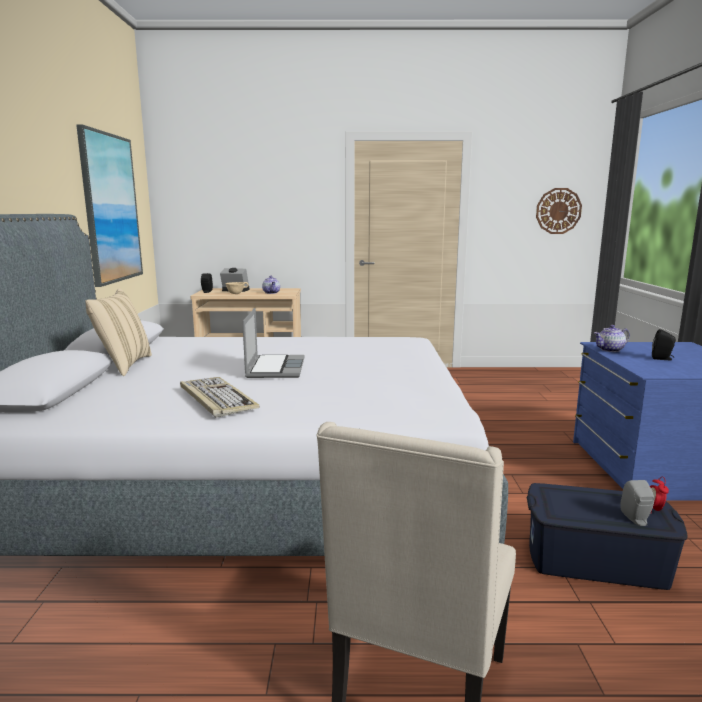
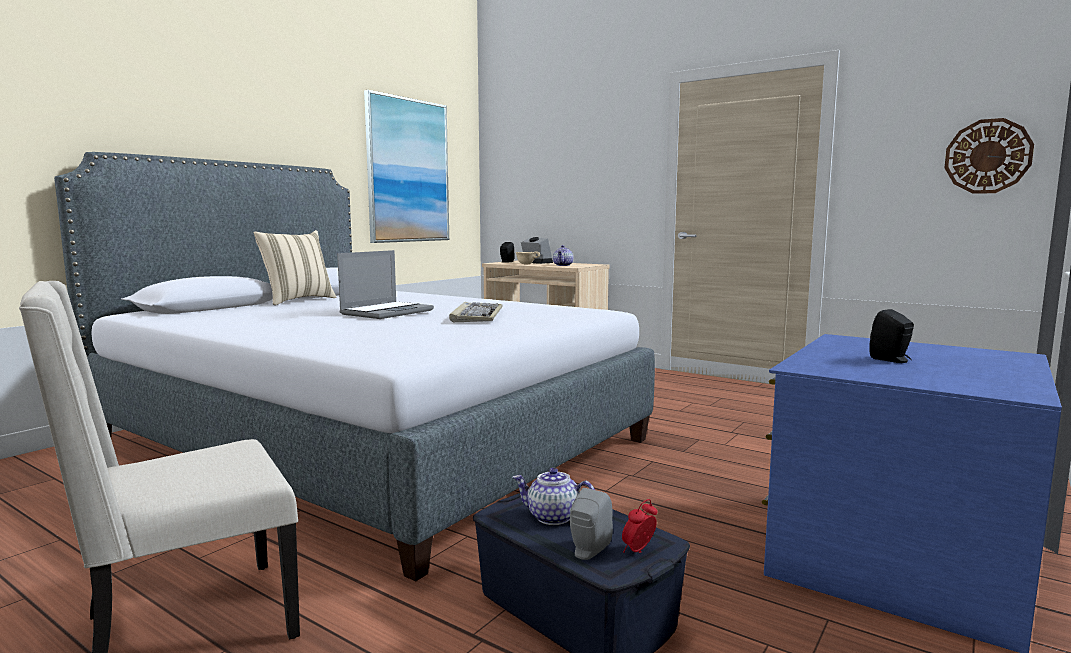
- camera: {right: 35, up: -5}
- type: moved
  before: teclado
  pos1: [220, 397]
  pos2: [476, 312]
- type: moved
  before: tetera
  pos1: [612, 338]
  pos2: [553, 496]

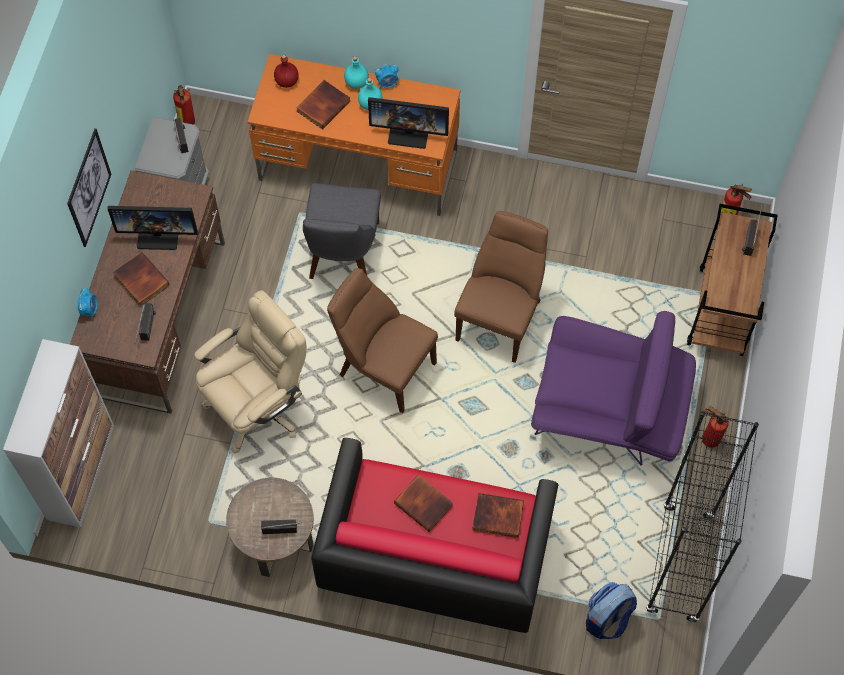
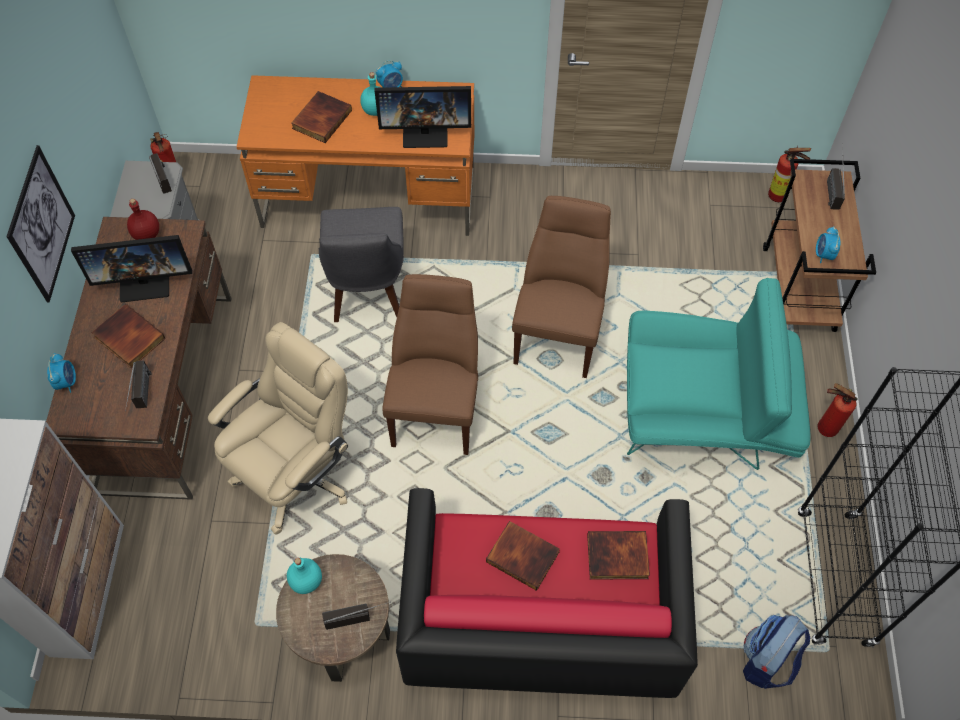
- camera: {right: -10, up: -5}
- type: added
  after: despertador
  pos2: [828, 244]
- type: moved
  before: botella/rojo
  pos1: [286, 71]
  pos2: [143, 219]
- type: moved
  before: botella/turquesa
  pos1: [356, 72]
  pos2: [304, 576]
- type: recoloured
  before: sillón/morado
  after: sillón/turquesa
  pos1: [613, 388]
  pos2: [719, 374]
- type: turned
  before: silla/marrón
  pos1: [382, 340]
  pos2: [430, 364]
  turn: 75

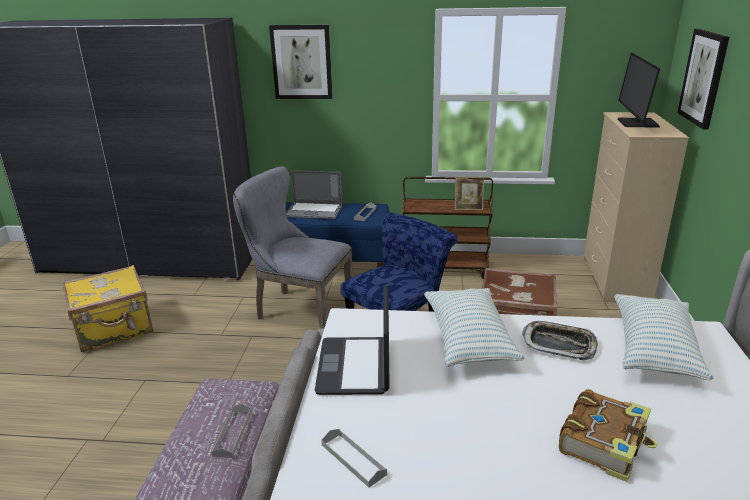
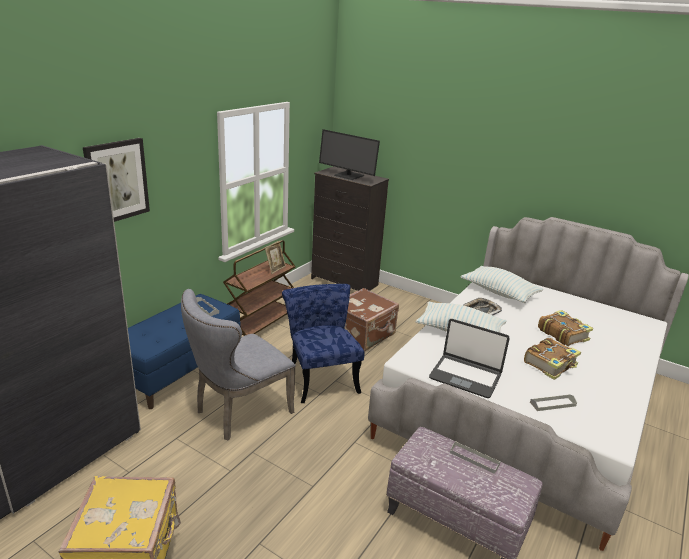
- camera: {right: -65, up: 0}
- type: removed
  before: portátil
  pos1: [314, 194]
- type: removed
  before: cuadro
  pos1: [703, 79]
- type: added
  after: libro
  pos2: [552, 359]
- type: recoloured
  before: cómoda/beis
  after: cómoda/negro
  pos1: [636, 207]
  pos2: [350, 228]

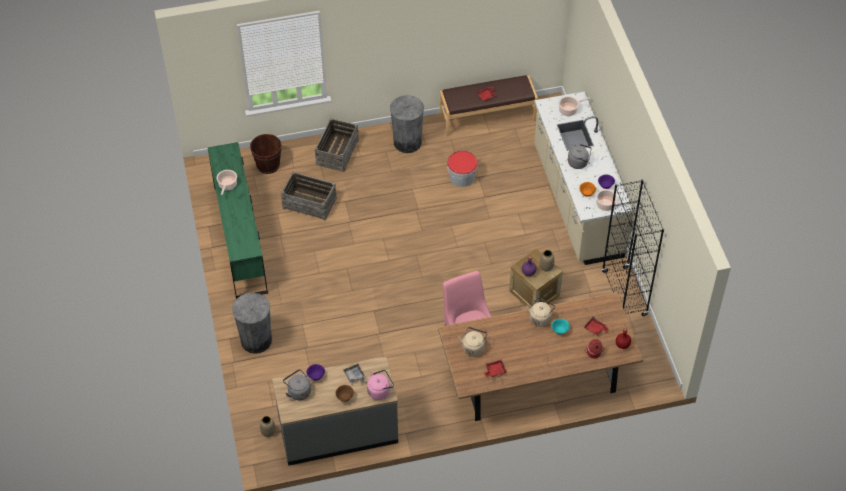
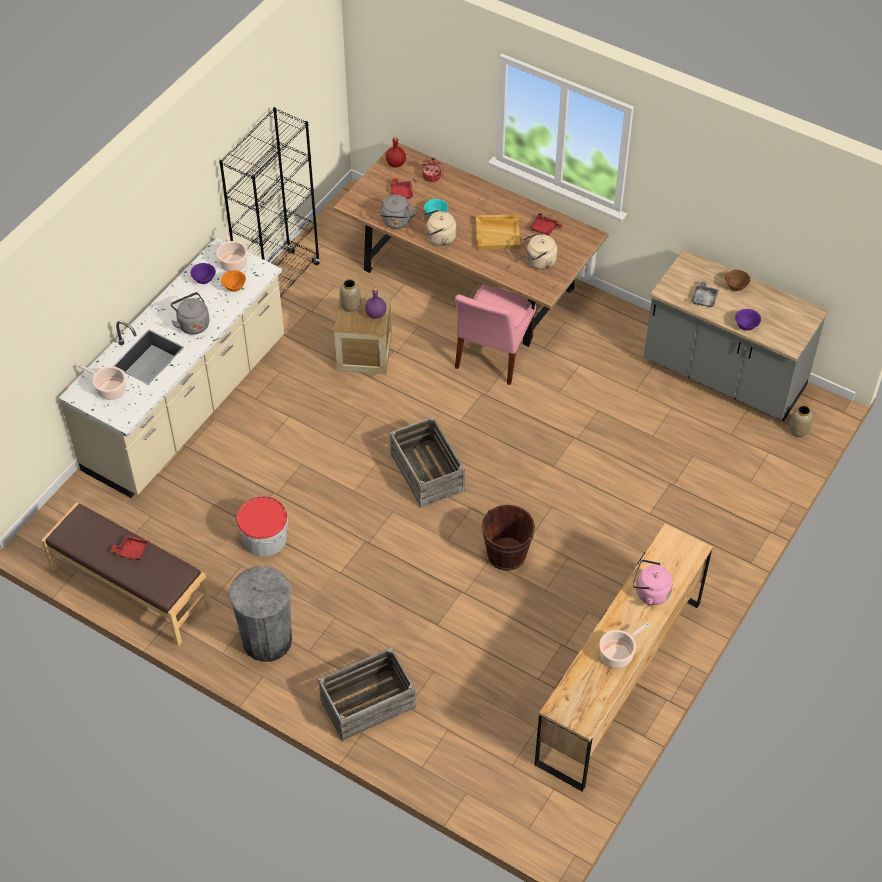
- camera: {right: -135, up: 0}
- type: removed
  before: papelera/gris
  pos1: [252, 323]
- type: added
  after: bandeja/beis
  pos2: [498, 232]
- type: moved
  before: cubo/marrón
  pos1: [266, 154]
  pos2: [508, 538]
- type: moved
  before: caja de embalaje
  pos1: [309, 196]
  pos2: [427, 462]
- type: moved
  before: hervidor/gris
  pos1: [297, 384]
  pos2: [398, 212]
- type: moved
  before: hervidor/rosa
  pos1: [380, 385]
  pos2: [653, 582]
- type: recoloured
  before: cómoda/verde
  after: cómoda/marrón
  pos1: [237, 220]
  pos2: [623, 658]

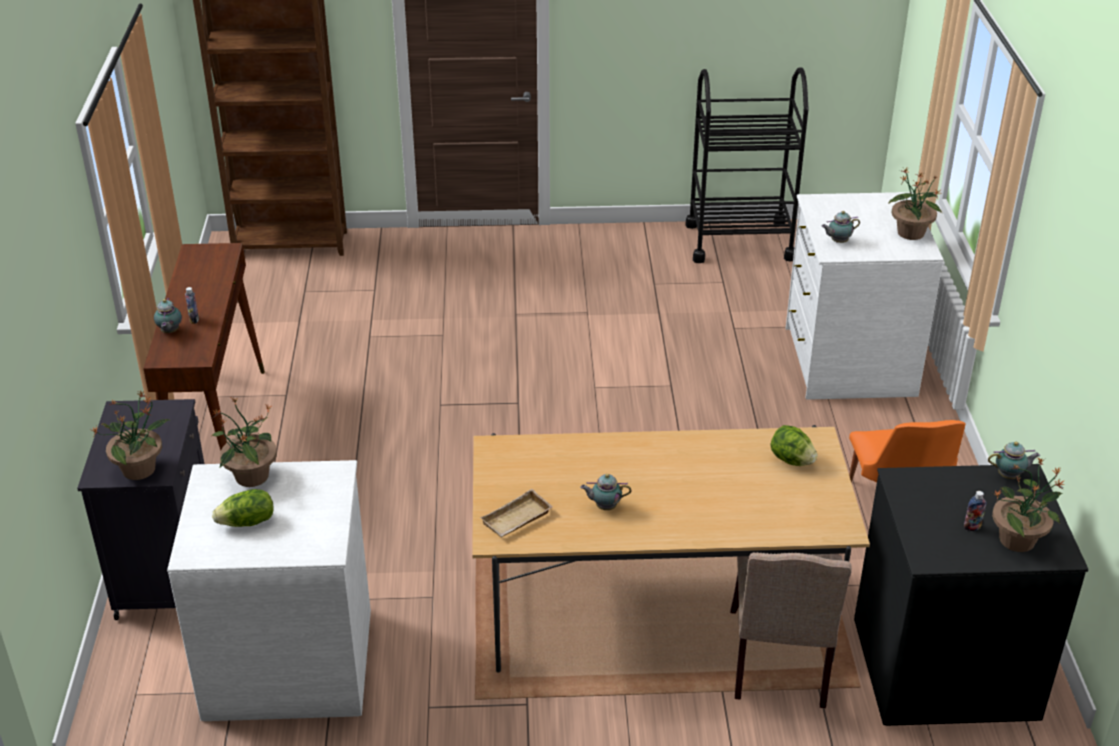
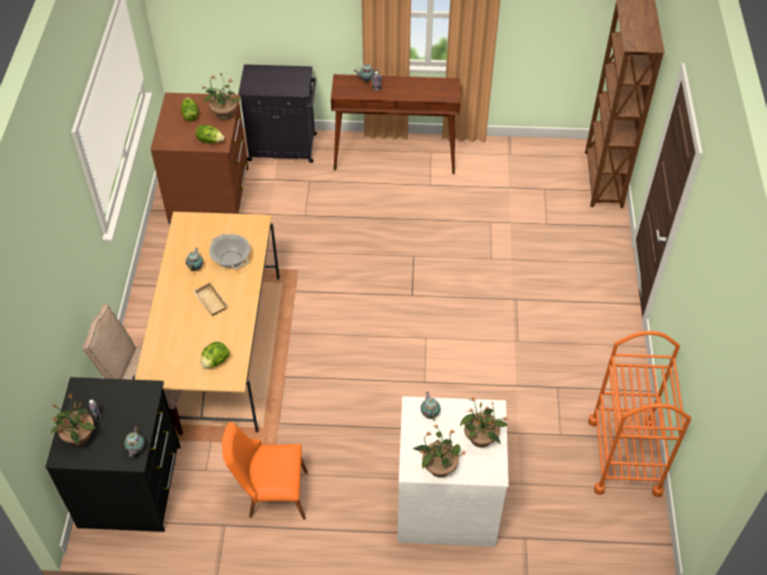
- camera: {right: 95, up: 15}
- type: added
  after: lechuga
  pos2: [210, 134]
- type: added
  after: olla
  pos2: [229, 251]
- type: moved
  before: planta en maceta
  pos1: [130, 435]
  pos2: [484, 422]
- type: moved
  before: bandeja/beis
  pos1: [516, 513]
  pos2: [210, 299]
- type: recoloured
  before: cómoda/blanco
  after: cómoda/marrón
  pos1: [269, 590]
  pos2: [199, 158]
- type: recoloured
  before: carrito/negro
  after: carrito/naranja
  pos1: [747, 165]
  pos2: [639, 414]

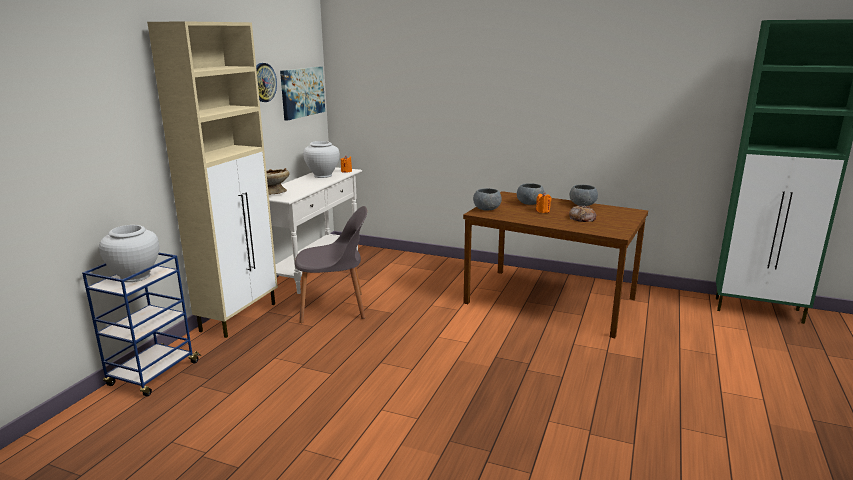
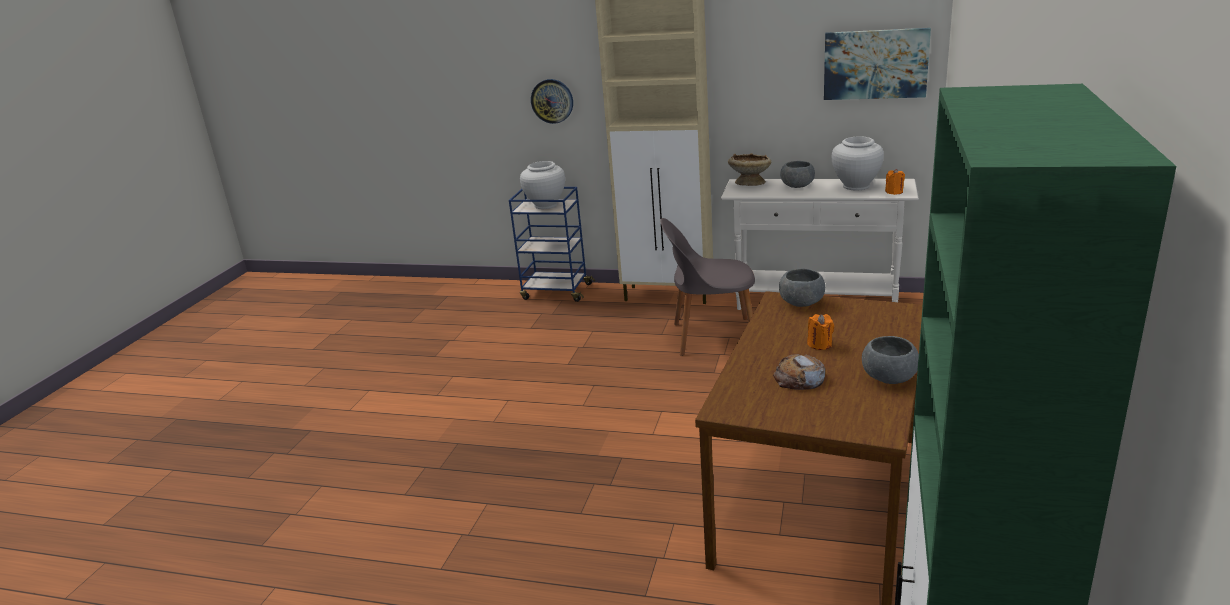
- camera: {right: 85, up: 5}
- type: moved
  before: reloj de pared
  pos1: [266, 82]
  pos2: [552, 101]
- type: moved
  before: cuenco/gris
  pos1: [531, 194]
  pos2: [797, 174]
- type: turned
  before: silla/gris
  pos1: [331, 264]
  pos2: [707, 287]
  turn: 105

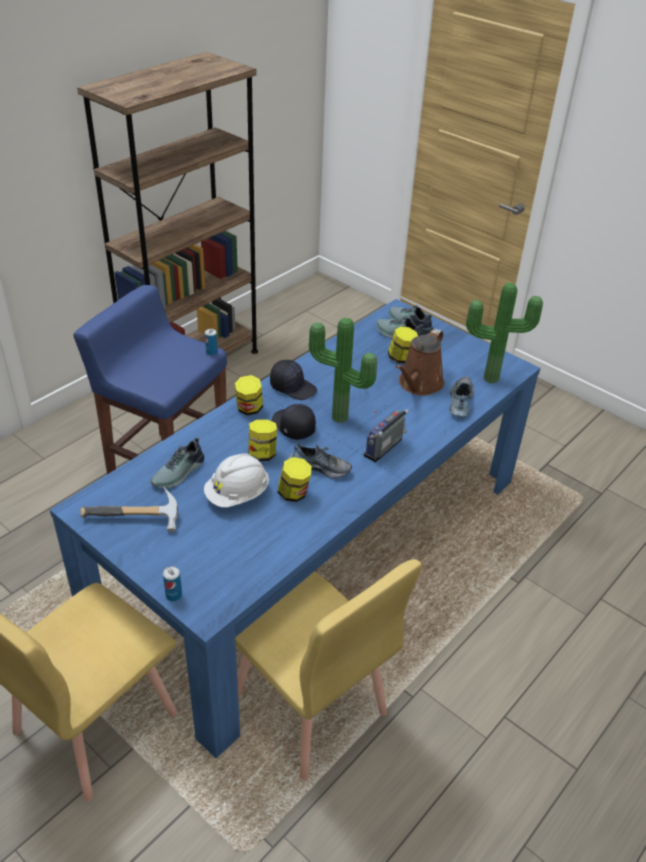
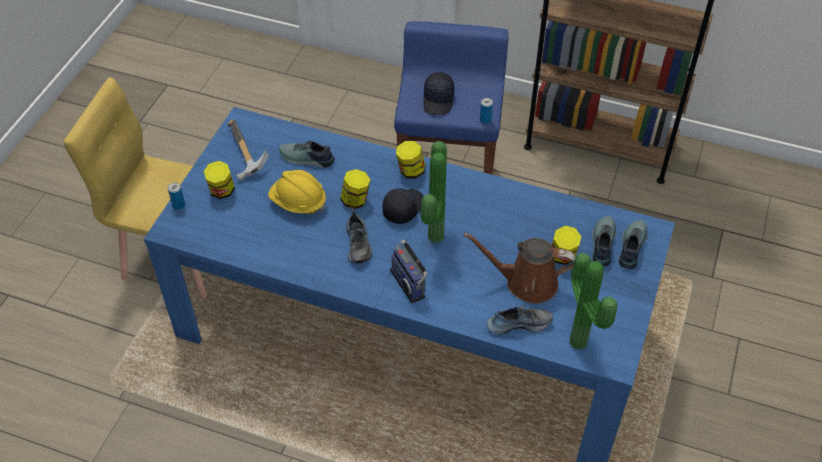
- camera: {right: 70, up: 10}
- type: removed
  before: silla/amarillo
  pos1: [328, 669]
- type: moved
  before: gorra/negro
  pos1: [293, 380]
  pos2: [438, 93]
- type: moved
  before: tarro
  pos1: [295, 479]
  pos2: [219, 180]
- type: recoloured
  before: casco/blanco
  after: casco/amarillo
  pos1: [236, 480]
  pos2: [297, 192]
- type: turned
  before: radio
  pos1: [386, 435]
  pos2: [409, 271]
  turn: -135

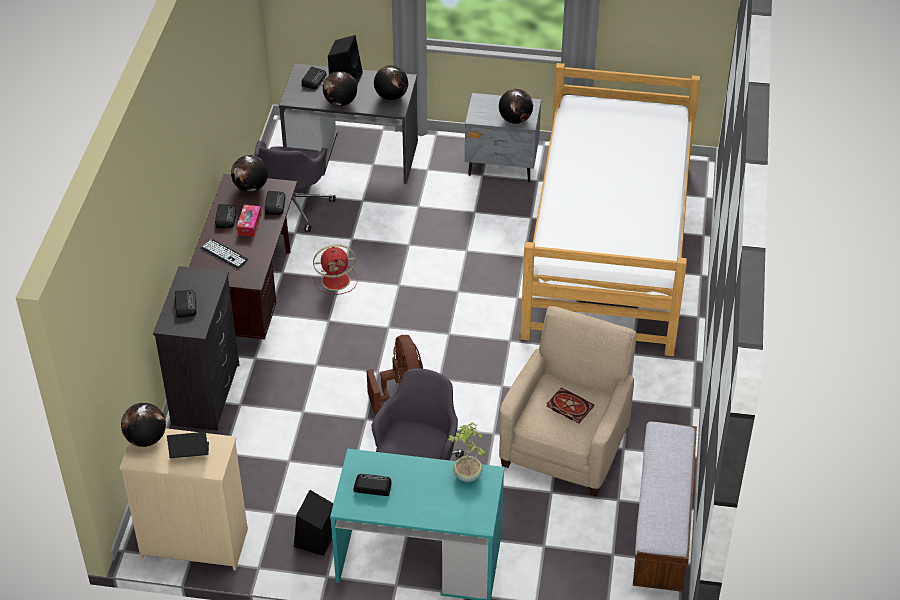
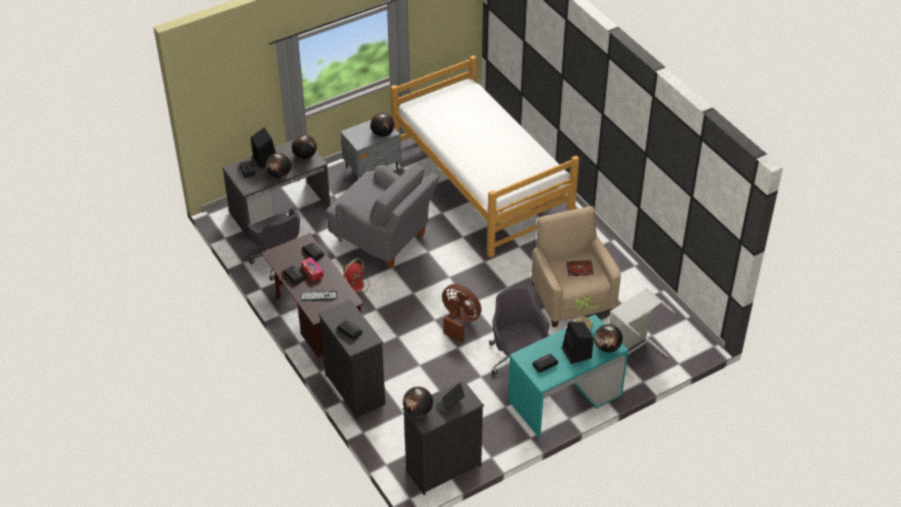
- camera: {right: -40, up: 0}
- type: removed
  before: banco
  pos1: [665, 506]
- type: added
  after: sillón/gris
  pos2: [383, 215]
- type: added
  after: cesto de la ropa/gris
  pos2: [642, 333]
- type: moved
  before: globo terráqueo
  pos1: [249, 173]
  pos2: [608, 338]
- type: moved
  before: altavoz/negro
  pos1: [313, 523]
  pos2: [578, 342]
- type: recoloured
  before: cómoda/beis
  after: cómoda/negro
  pos1: [183, 499]
  pos2: [443, 437]

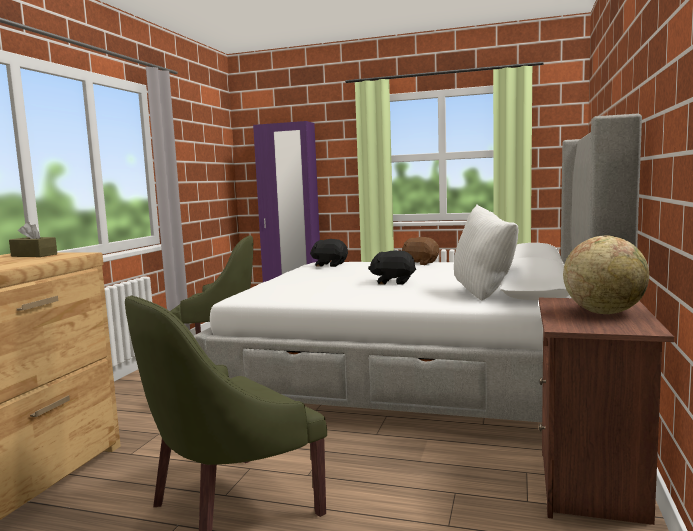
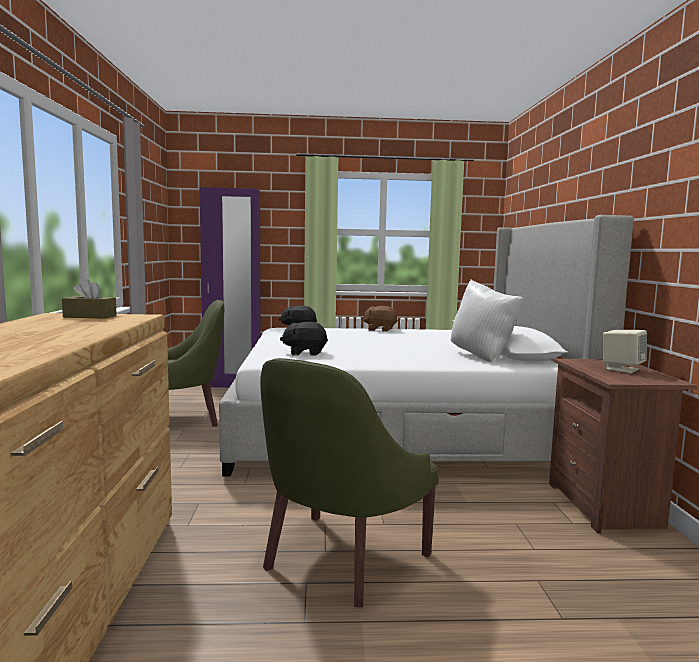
- camera: {right: -20, up: 0}
- type: moved
  before: peluche/negro
  pos1: [392, 267]
  pos2: [304, 339]
- type: replaced
  before: globo terráqueo
  after: altavoz/beis
  pos1: [606, 275]
  pos2: [625, 351]

